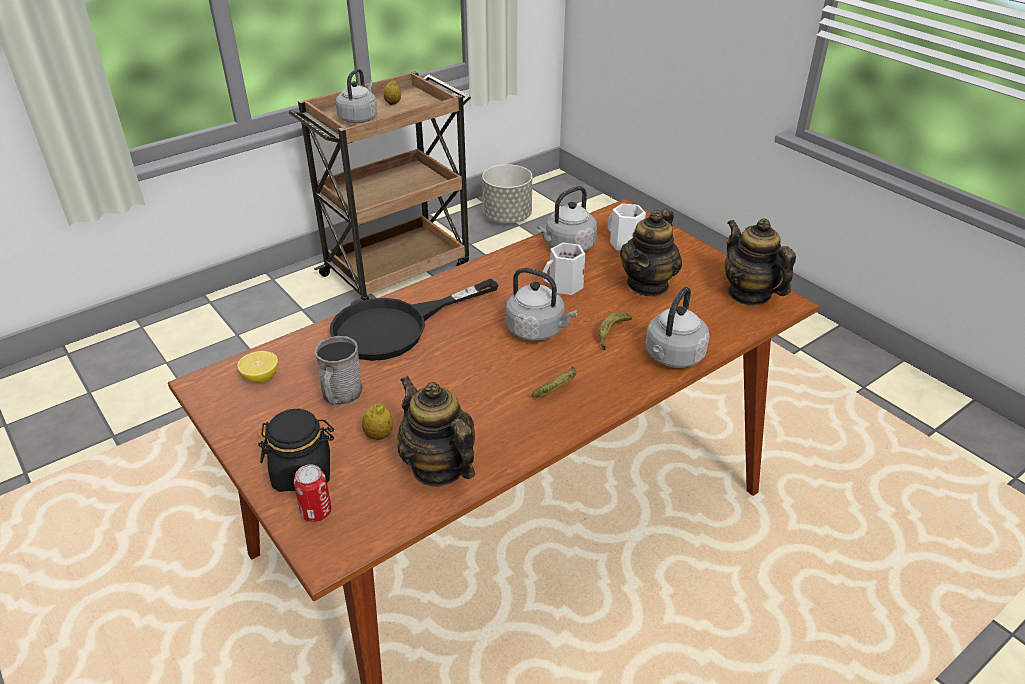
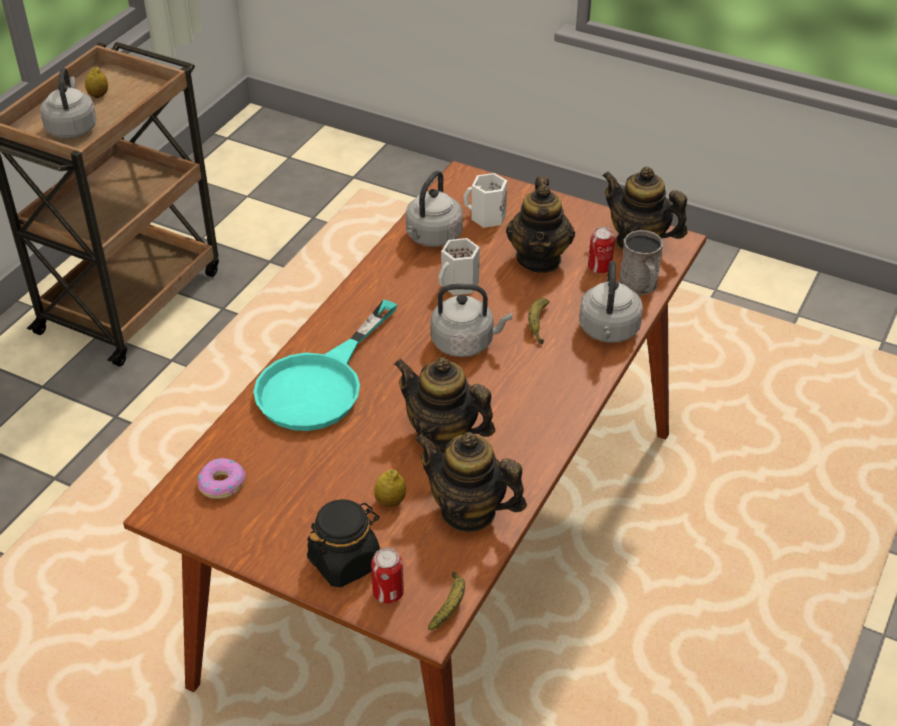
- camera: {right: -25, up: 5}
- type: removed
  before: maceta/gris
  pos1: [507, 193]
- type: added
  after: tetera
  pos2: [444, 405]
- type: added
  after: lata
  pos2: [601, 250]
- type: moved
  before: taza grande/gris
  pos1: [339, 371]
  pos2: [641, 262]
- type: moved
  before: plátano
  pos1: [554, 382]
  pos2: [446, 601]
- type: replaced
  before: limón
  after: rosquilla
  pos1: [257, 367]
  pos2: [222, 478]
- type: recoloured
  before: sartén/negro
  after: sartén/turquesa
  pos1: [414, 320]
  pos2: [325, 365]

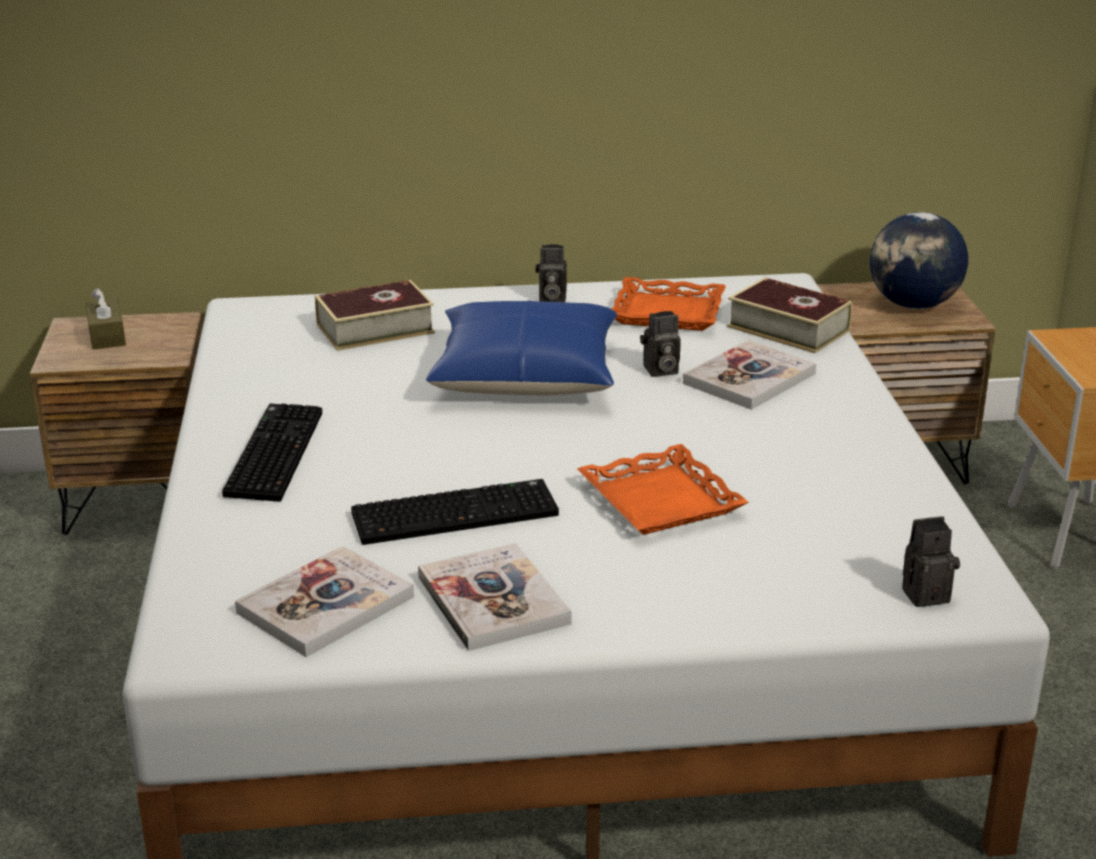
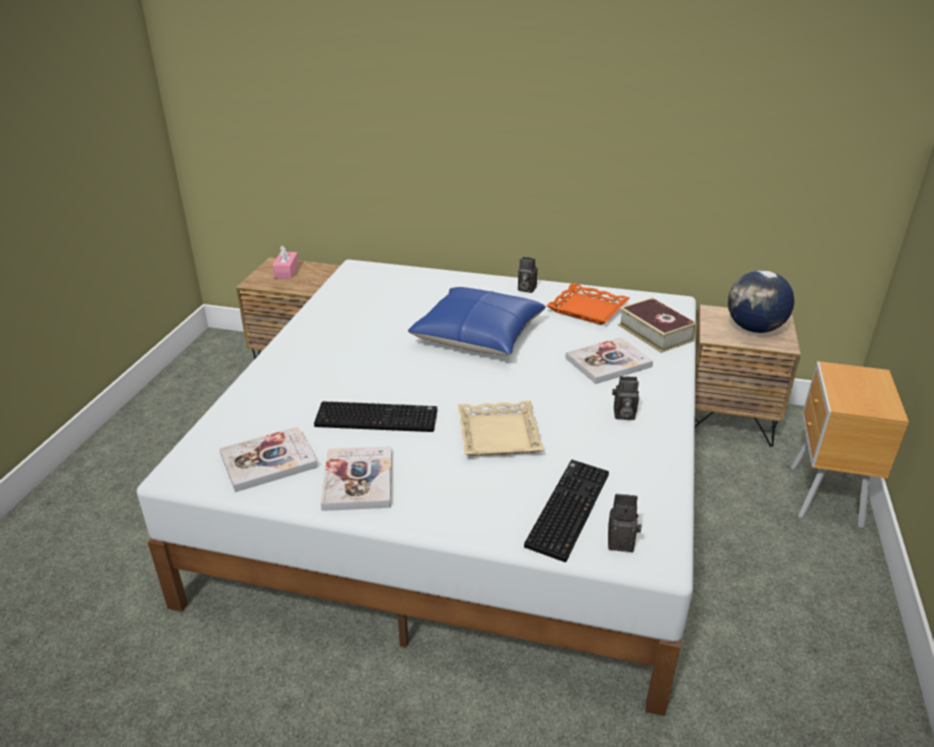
- camera: {right: 20, up: 5}
- type: removed
  before: libro
  pos1: [375, 315]
- type: moved
  before: teclado
  pos1: [272, 453]
  pos2: [566, 511]
- type: moved
  before: cámara
  pos1: [660, 344]
  pos2: [625, 398]
- type: recoloured
  before: caja de pañuelos/marrón
  after: caja de pañuelos/rosa
  pos1: [105, 319]
  pos2: [285, 262]
- type: recoloured
  before: bandeja/naranja
  after: bandeja/beis
  pos1: [663, 489]
  pos2: [501, 428]

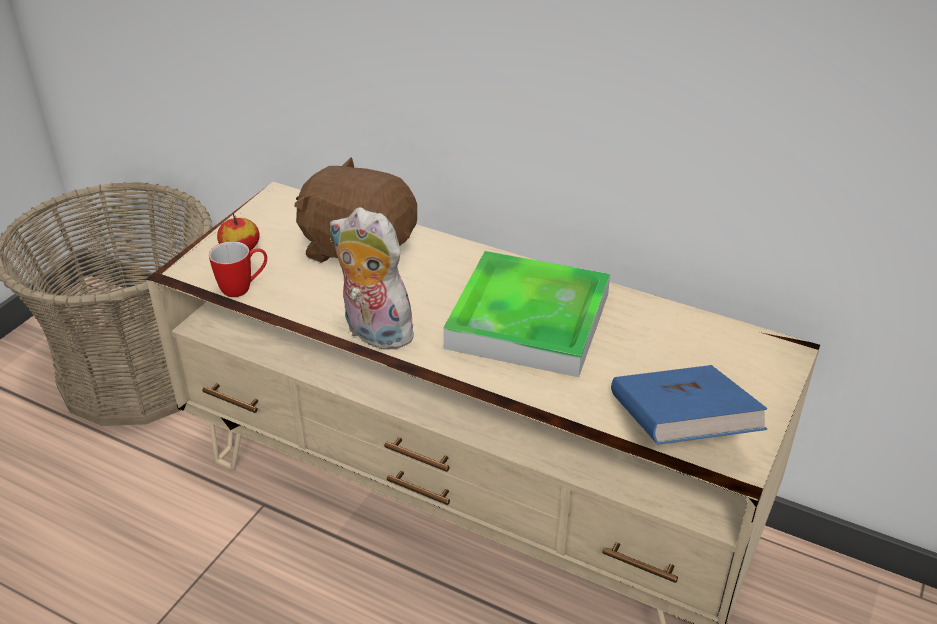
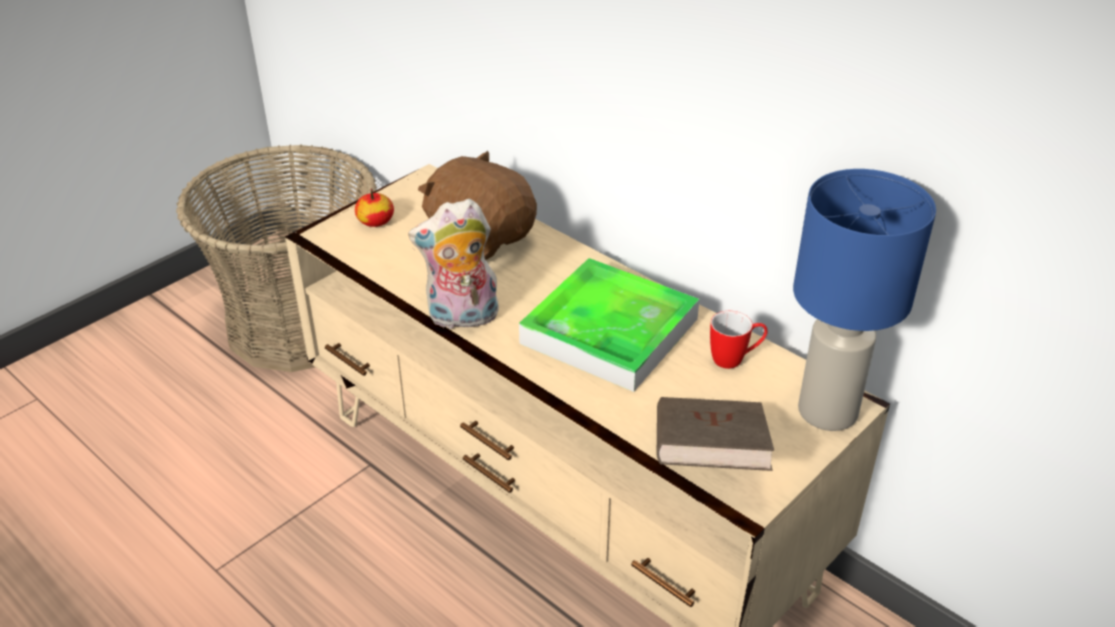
- camera: {right: 15, up: 0}
- type: added
  after: lámpara de mesa/azul
  pos2: [864, 300]
- type: moved
  before: taza grande
  pos1: [238, 269]
  pos2: [739, 340]
- type: recoloured
  before: libro/azul
  after: libro/marrón
  pos1: [689, 405]
  pos2: [715, 434]
- type: turned
  before: peluche
  pos1: [374, 279]
  pos2: [453, 265]
  turn: -60

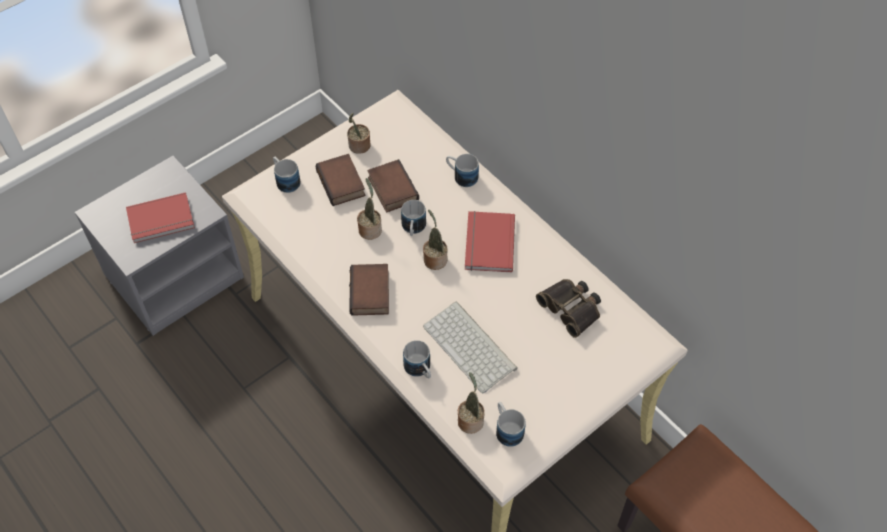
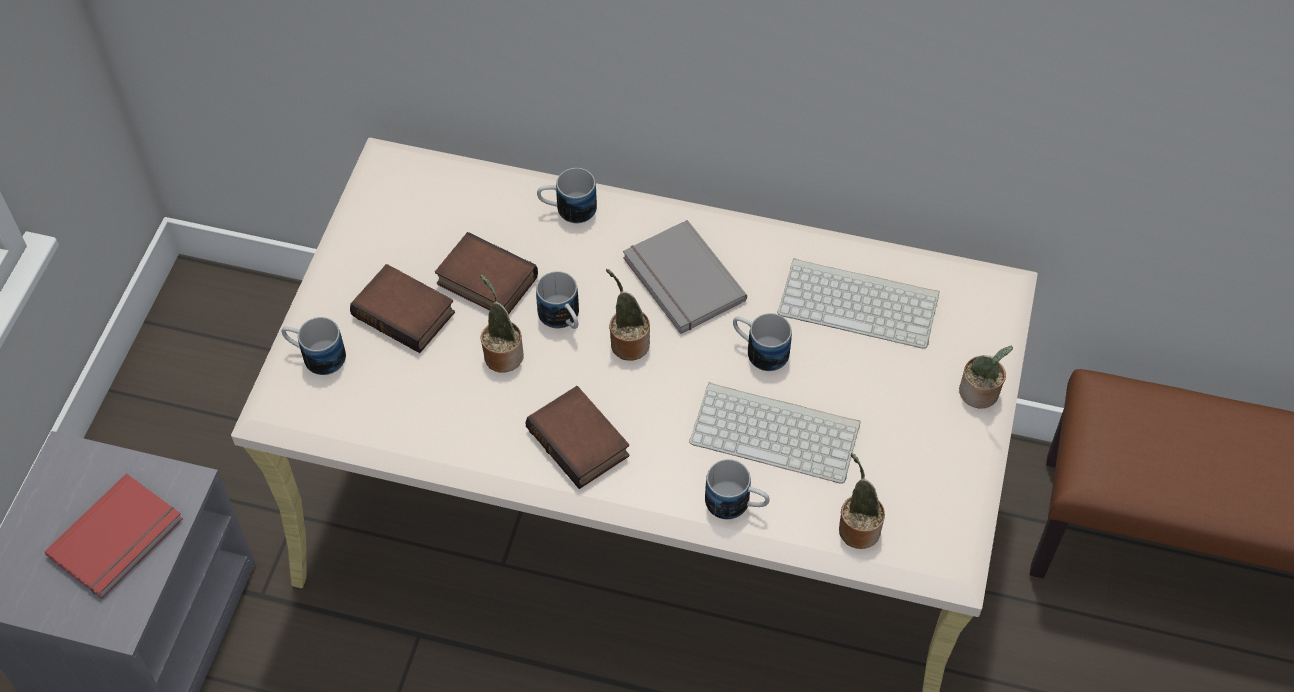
- camera: {right: -35, up: 0}
- type: moved
  before: planta en maceta
  pos1: [359, 133]
  pos2: [986, 377]
- type: moved
  before: taza grande
  pos1: [511, 424]
  pos2: [762, 342]
- type: replaced
  before: prismáticos
  after: teclado
  pos1: [568, 308]
  pos2: [858, 303]
- type: recoloured
  before: libro/rojo
  after: libro/gris
  pos1: [490, 241]
  pos2: [685, 277]

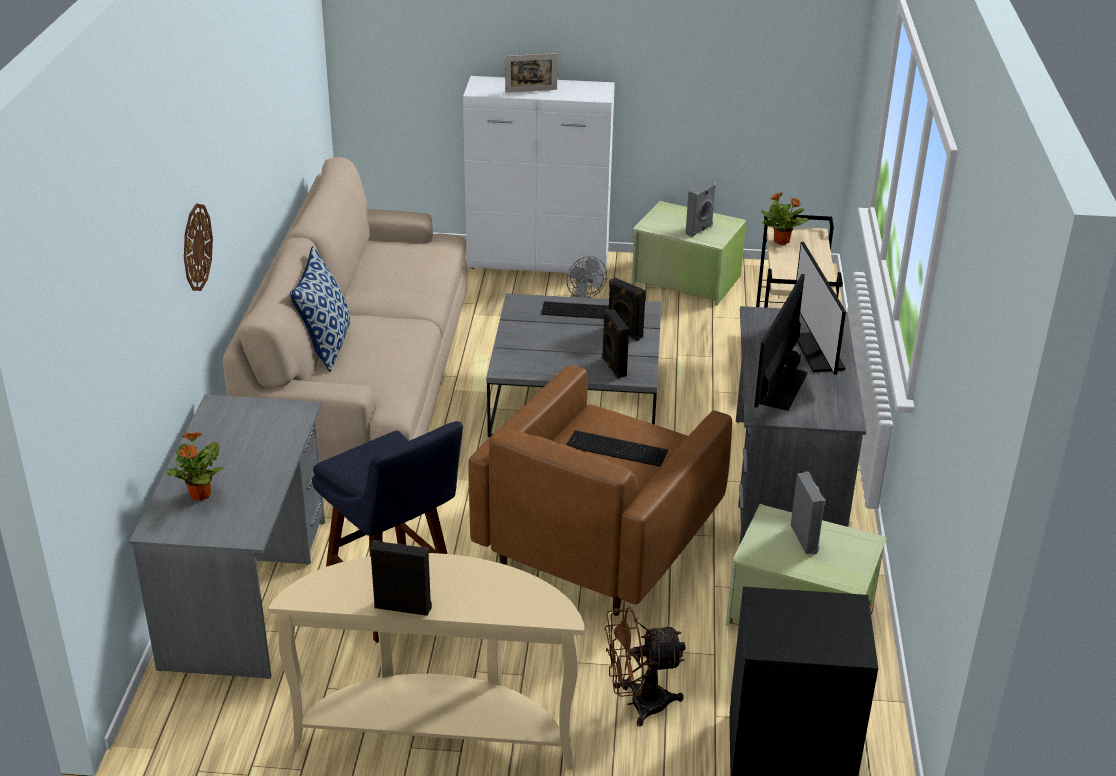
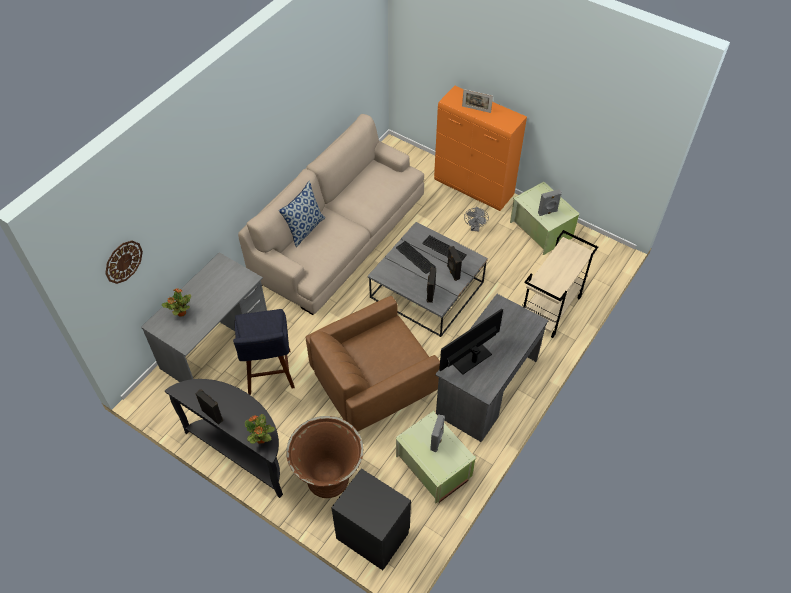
- camera: {right: 30, up: 20}
- type: removed
  before: monitor
  pos1: [821, 308]
- type: moved
  before: reloj de pared
  pos1: [198, 247]
  pos2: [124, 262]
- type: moved
  before: teclado
  pos1: [617, 448]
  pos2: [416, 257]
- type: moved
  before: planta en maceta
  pos1: [784, 218]
  pos2: [260, 429]
- type: replaced
  before: ventilador/marrón
  after: maceta/marrón
  pos1: [645, 666]
  pos2: [324, 457]
- type: recoloured
  before: mesa consola/beis
  after: mesa consola/negro
  pos1: [426, 661]
  pos2: [224, 438]
- type: recoloured
  before: armario/blanco
  after: armario/naranja
  pos1: [539, 176]
  pos2: [480, 148]

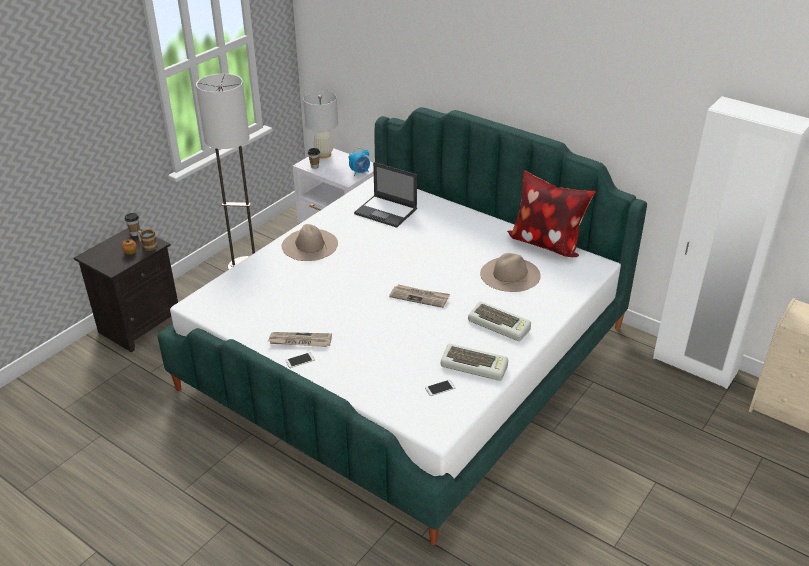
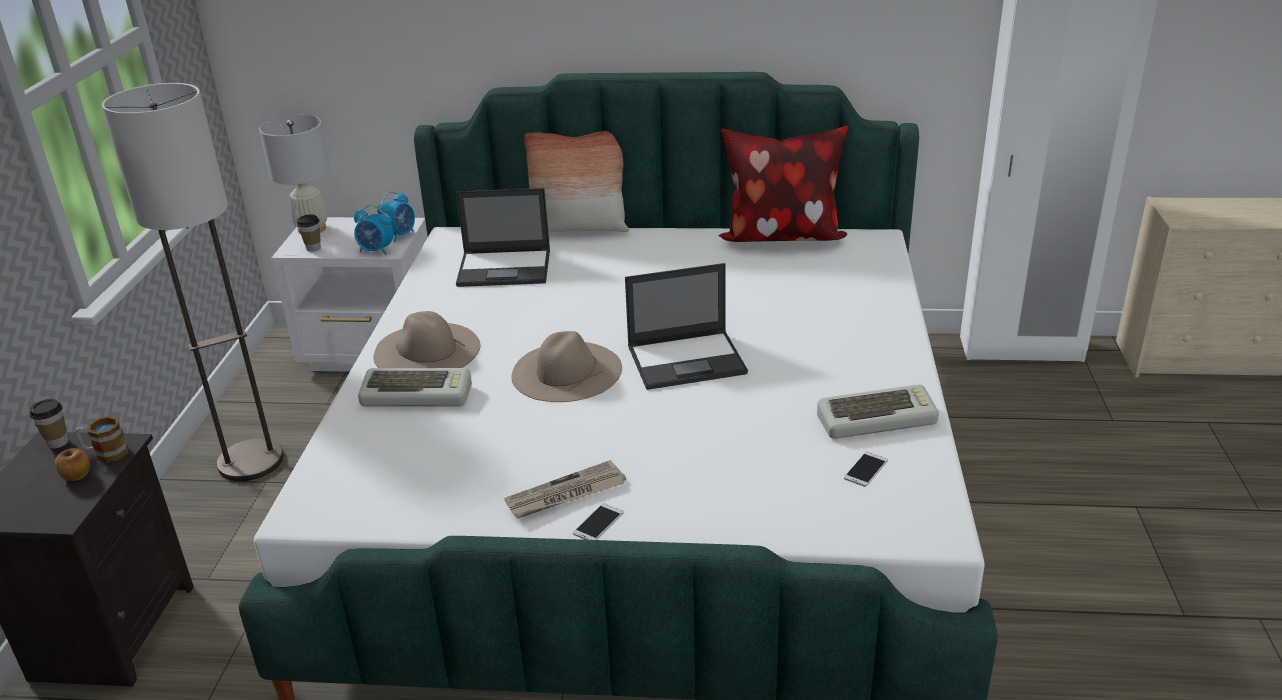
- camera: {right: -30, up: -5}
- type: added
  after: despertador
  pos2: [374, 230]
- type: added
  after: cojín
  pos2: [576, 181]
- type: moved
  before: teclado
  pos1: [499, 321]
  pos2: [415, 387]
- type: moved
  before: sombrero/beis
  pos1: [510, 272]
  pos2: [566, 366]
- type: replaced
  before: periódico
  after: portátil
  pos1: [419, 296]
  pos2: [686, 326]

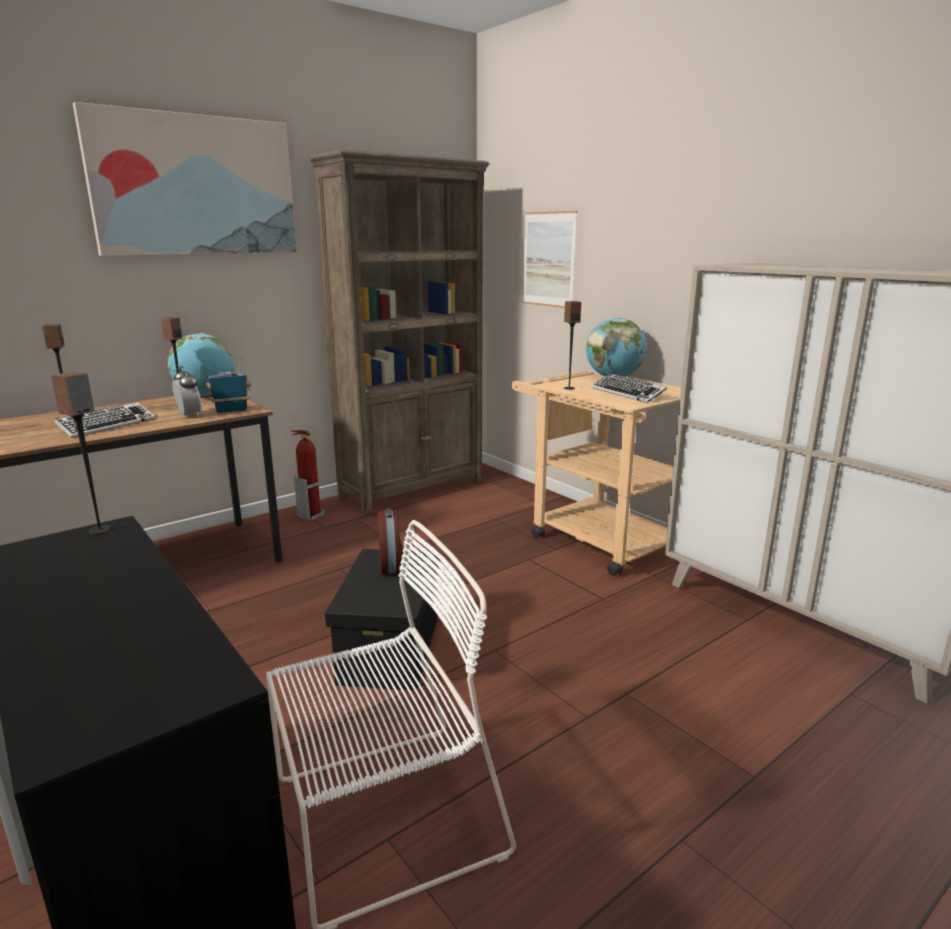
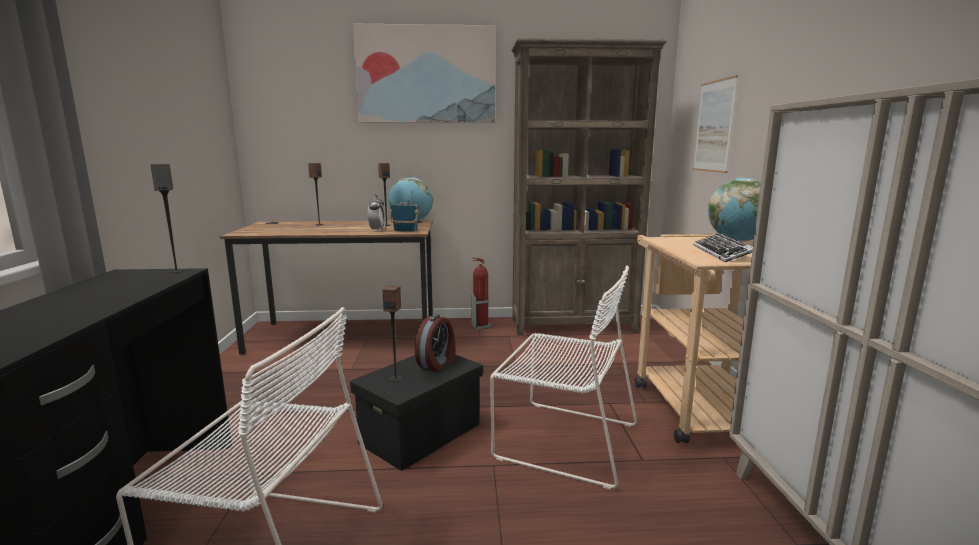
- camera: {right: 35, up: -5}
- type: removed
  before: teclado
  pos1: [104, 420]
- type: added
  after: silla/blanco
  pos2: [563, 377]
- type: moved
  before: altavoz
  pos1: [572, 345]
  pos2: [392, 334]

